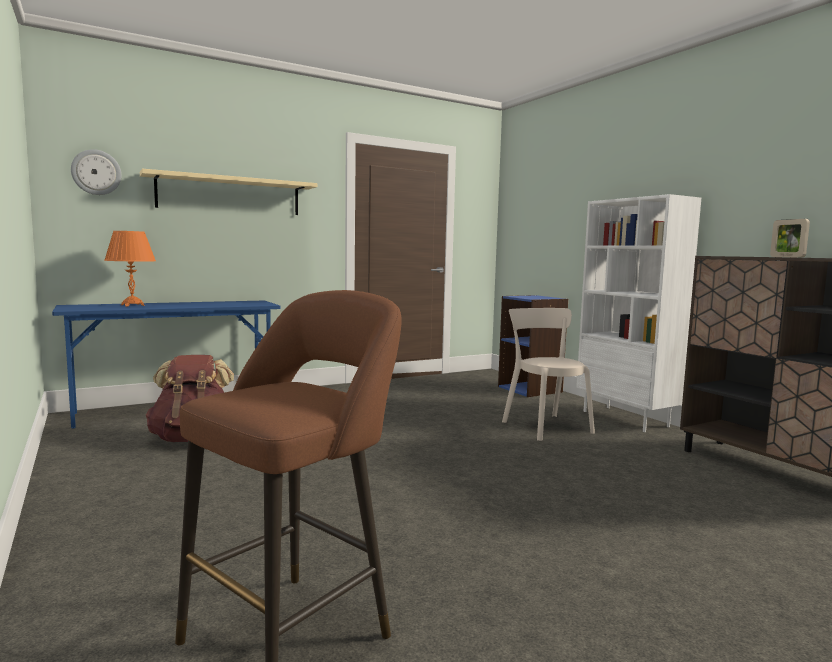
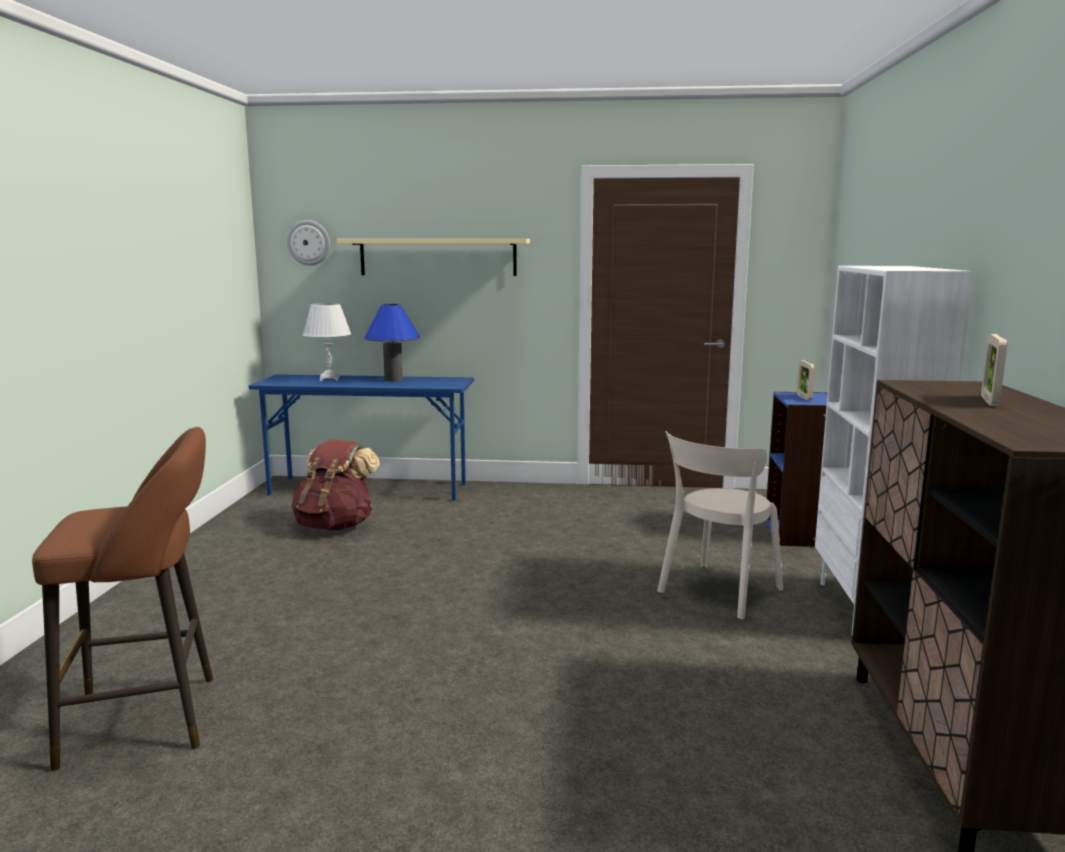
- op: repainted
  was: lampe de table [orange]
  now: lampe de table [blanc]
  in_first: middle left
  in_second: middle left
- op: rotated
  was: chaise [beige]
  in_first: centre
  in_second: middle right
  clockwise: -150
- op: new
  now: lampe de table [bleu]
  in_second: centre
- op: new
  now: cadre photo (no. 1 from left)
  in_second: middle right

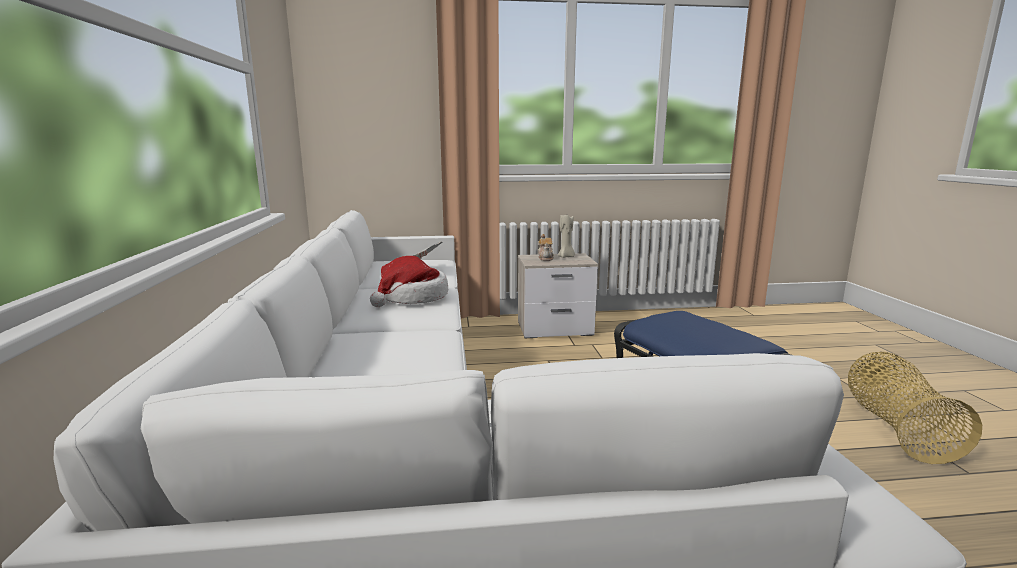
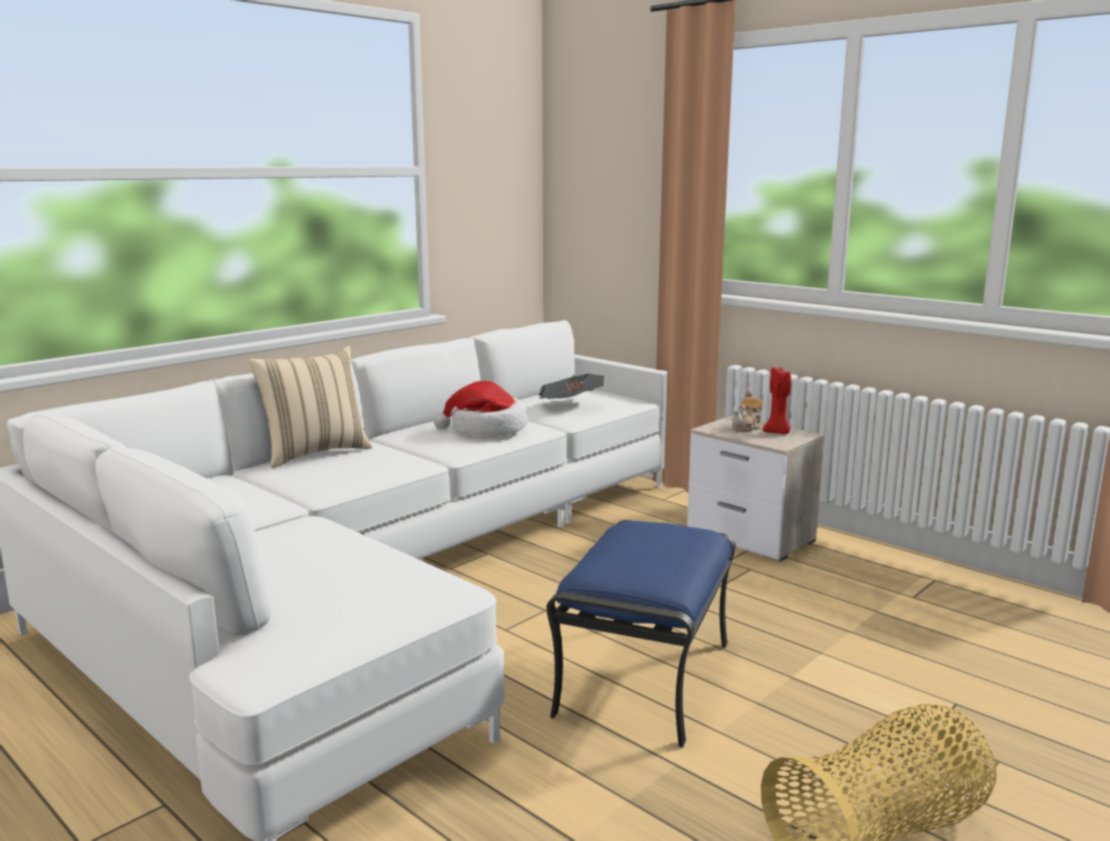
- op: repainted
  was: bougie [beige]
  now: bougie [rouge]
  in_first: centre
  in_second: middle right
- op: new
  now: coussin [beige]
  in_second: middle left

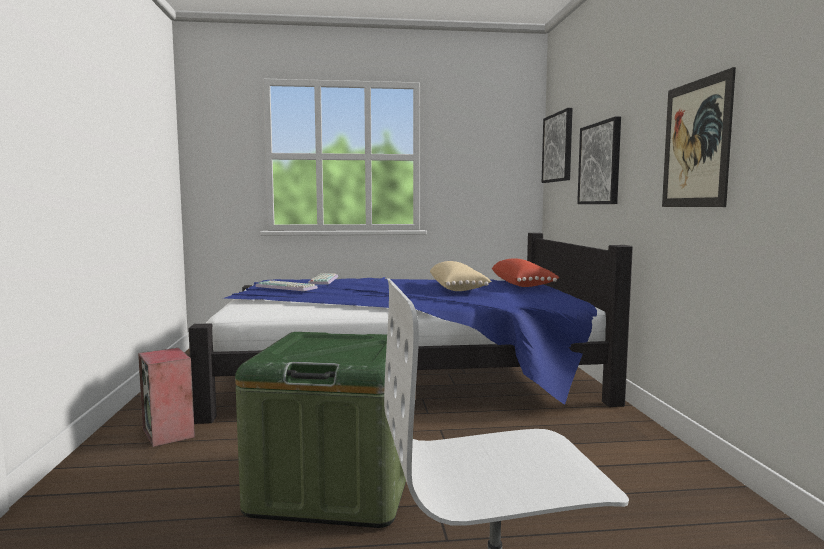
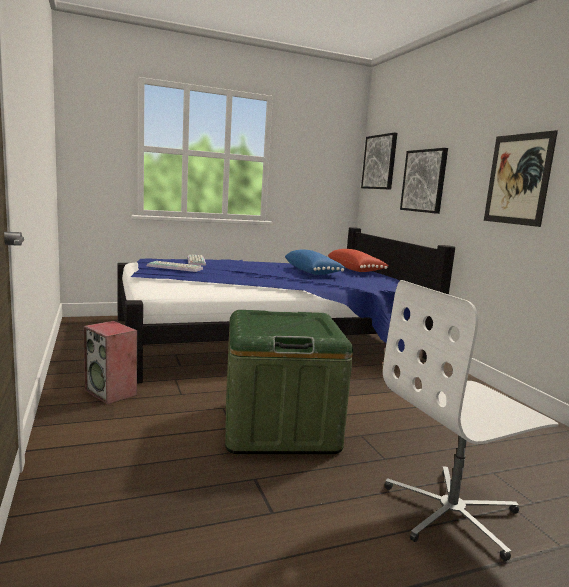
- op: repainted
  was: coussin [beige]
  now: coussin [bleu]
  in_first: centre
  in_second: centre

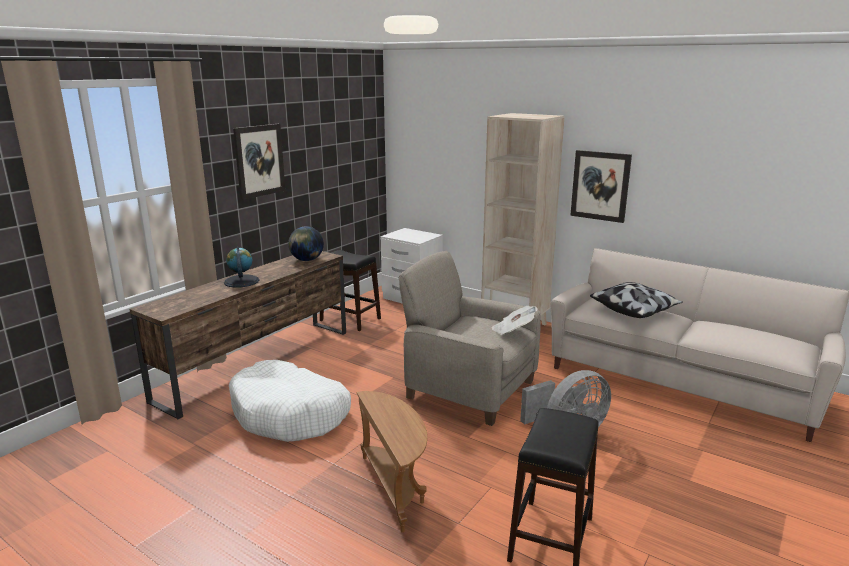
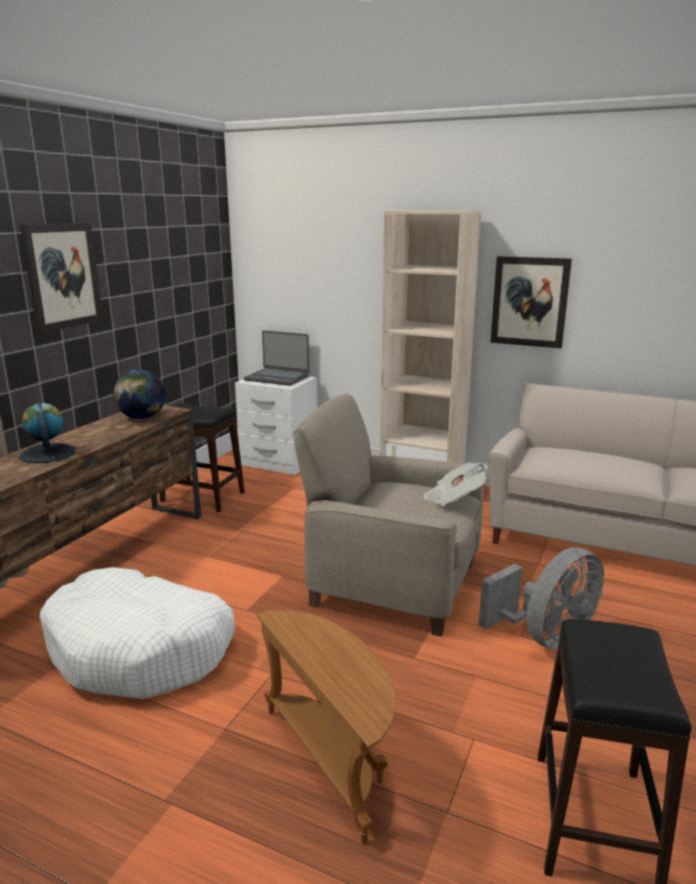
- op: gone
  was: coussin
  in_first: middle right
- op: new
  now: ordinateur portable
  in_second: centre

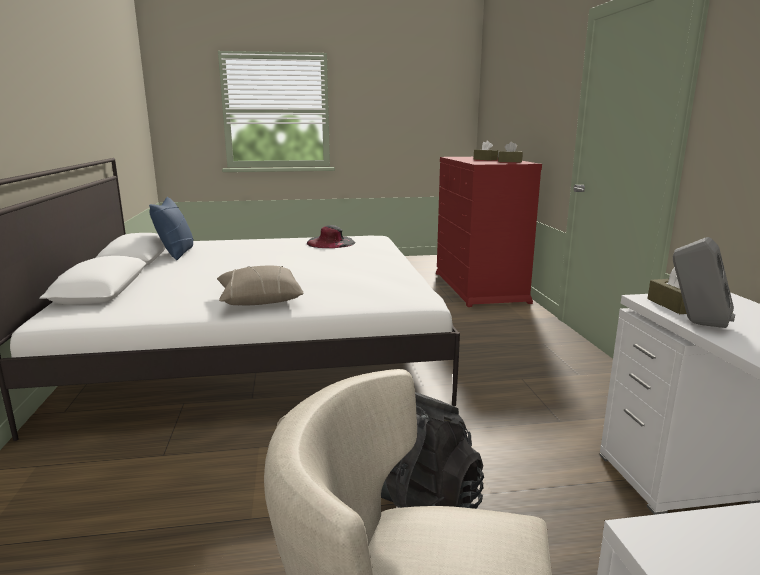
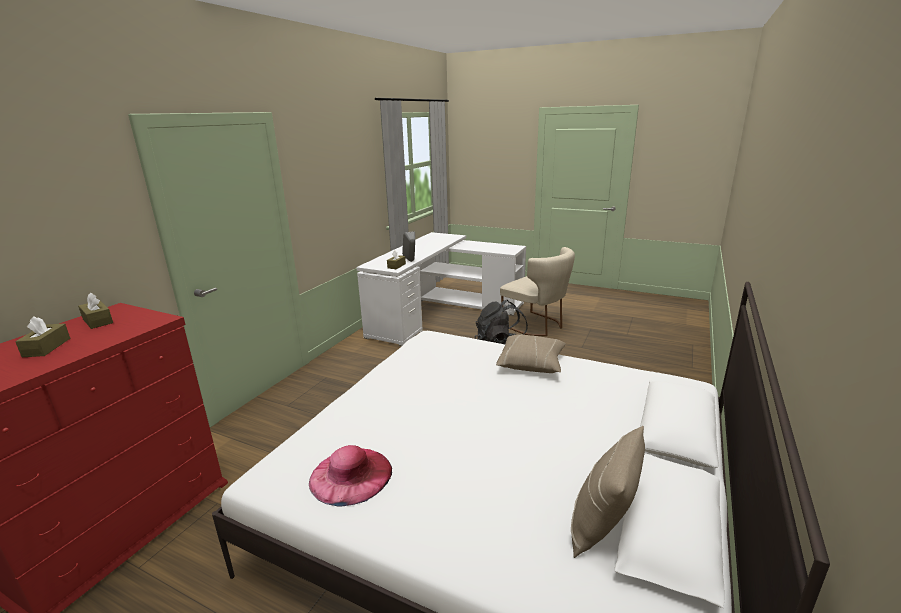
- op: repainted
  was: coussin [bleu]
  now: coussin [beige] (no. 2 from left)
  in_first: middle left
  in_second: bottom right
- op: repainted
  was: chapeau [noir]
  now: chapeau [rose]
  in_first: centre
  in_second: bottom centre

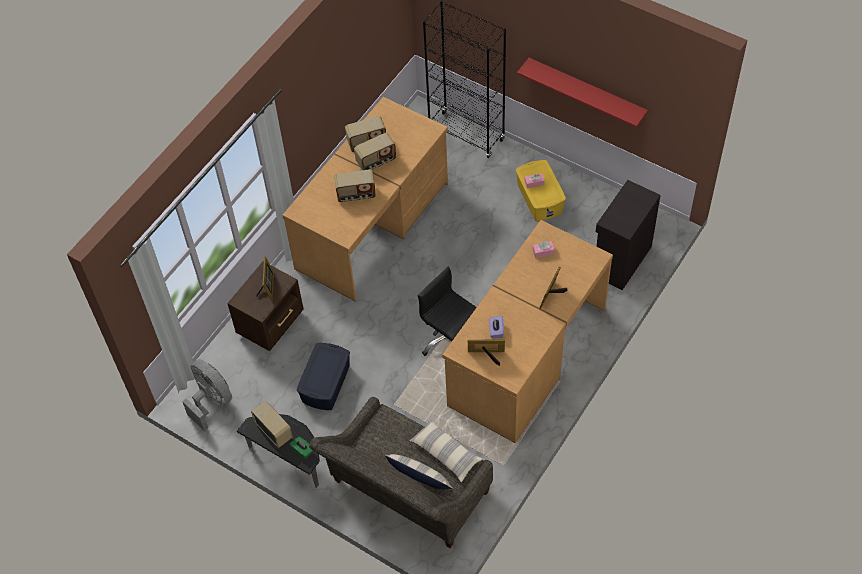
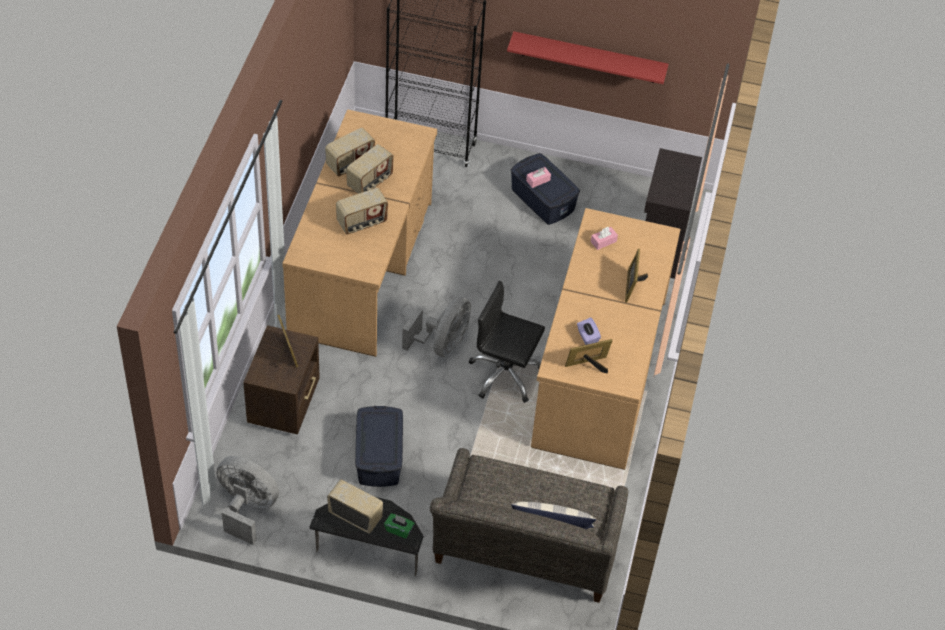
- op: gone
  was: coussin (no. 2 from left)
  in_first: bottom centre
- op: repainted
  was: boîte de rangement [jaune]
  now: boîte de rangement [bleu] (no. 2 from left)
  in_first: top centre
  in_second: top centre
- op: new
  now: ventilateur [gris] (no. 2 from left)
  in_second: centre

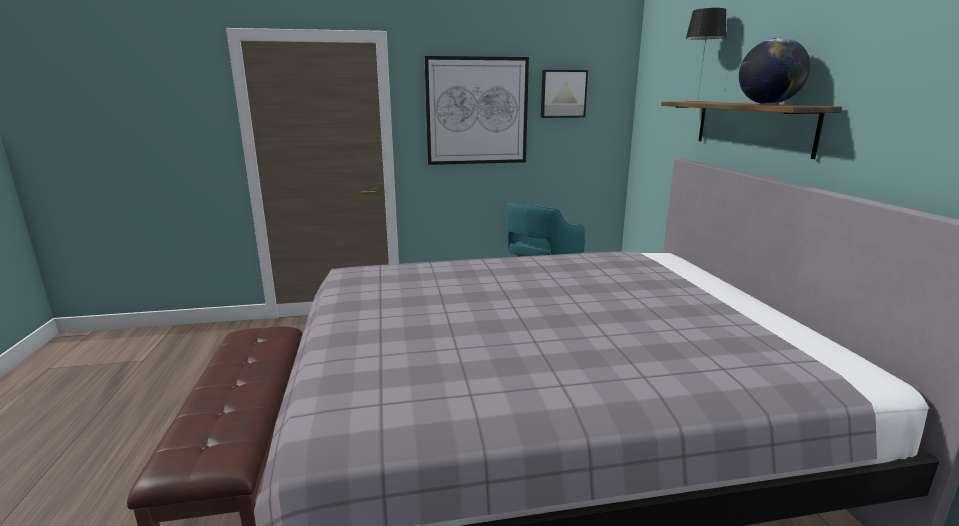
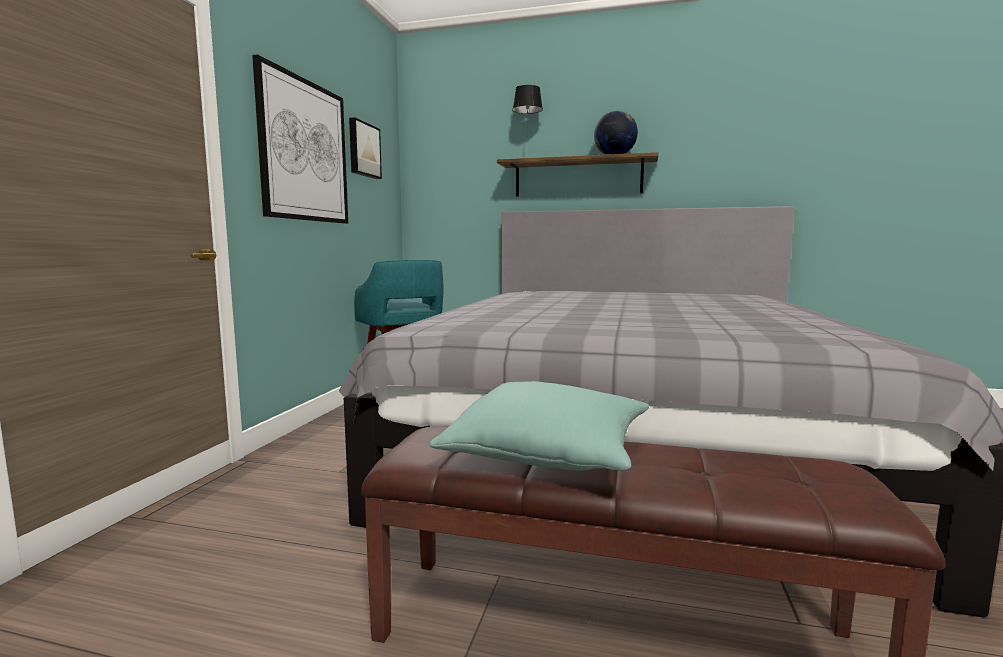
- op: new
  now: coussin [turquoise]
  in_second: centre

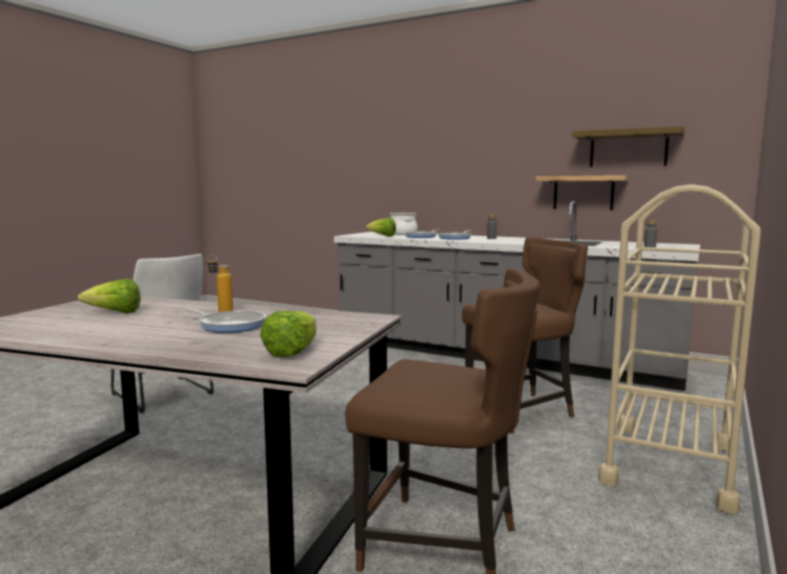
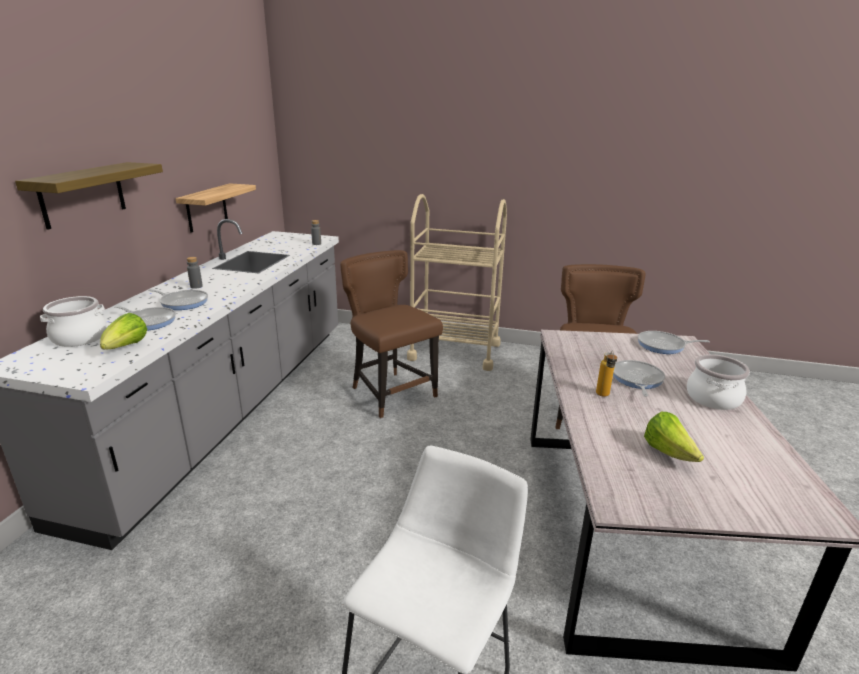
- op: swapped
  was: laitue (no. 2 from left)
  now: poêle (no. 4 from left)
  in_first: centre
  in_second: middle right
- op: shifted
  was: étagère (no. 2 from left in the first image)
  now: étagère (no. 1 from left)
  in_first: top right
  in_second: top left
- op: new
  now: marmite (no. 2 from left)
  in_second: middle right

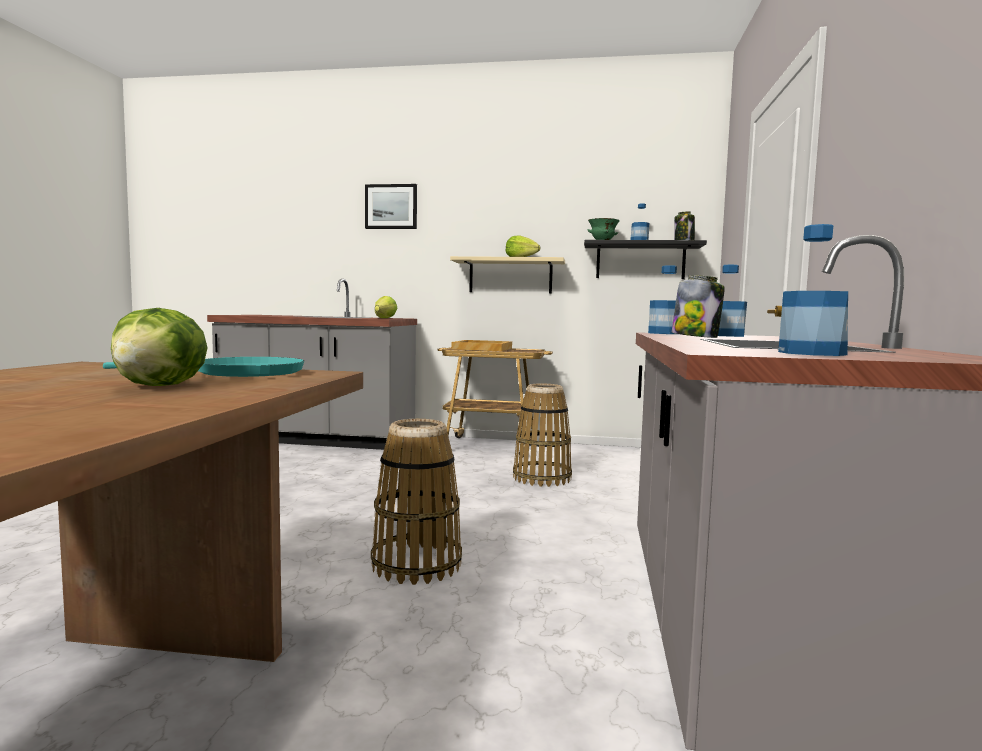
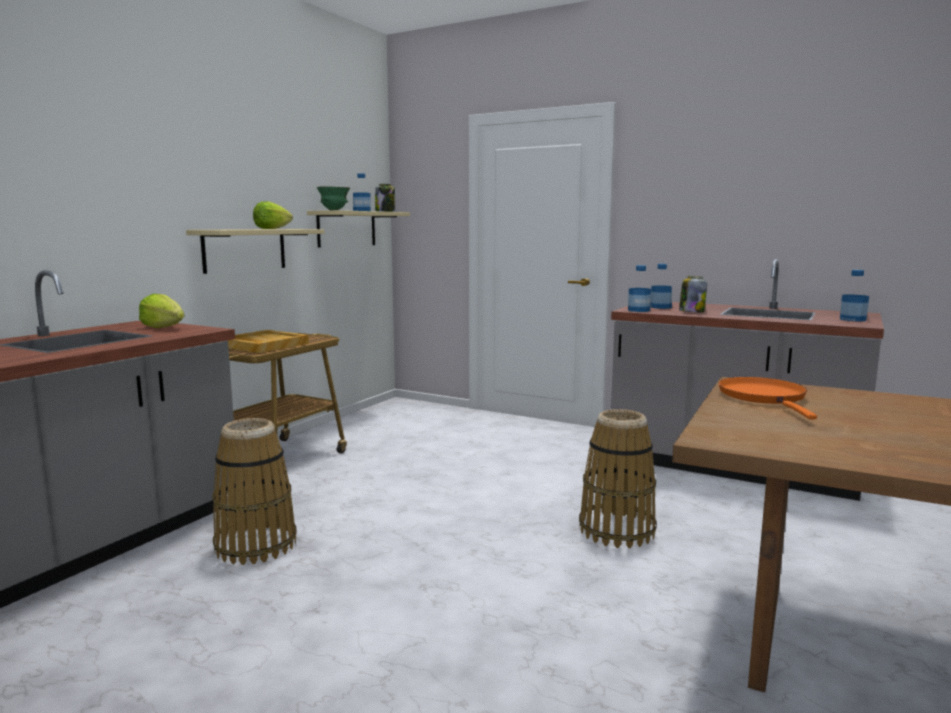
- op: repainted
  was: poêle [turquoise]
  now: poêle [orange]
  in_first: middle left
  in_second: middle right
- op: gone
  was: laitue (no. 1 from left)
  in_first: middle left
- op: gone
  was: tableau
  in_first: top centre
- op: shifted
  was: panier (no. 2 from left in the first image)
  now: panier (no. 1 from left)
  in_first: centre
  in_second: bottom left
- op: repainted
  was: étagère [noir]
  now: étagère [beige] (no. 2 from left)
  in_first: centre
  in_second: top centre

